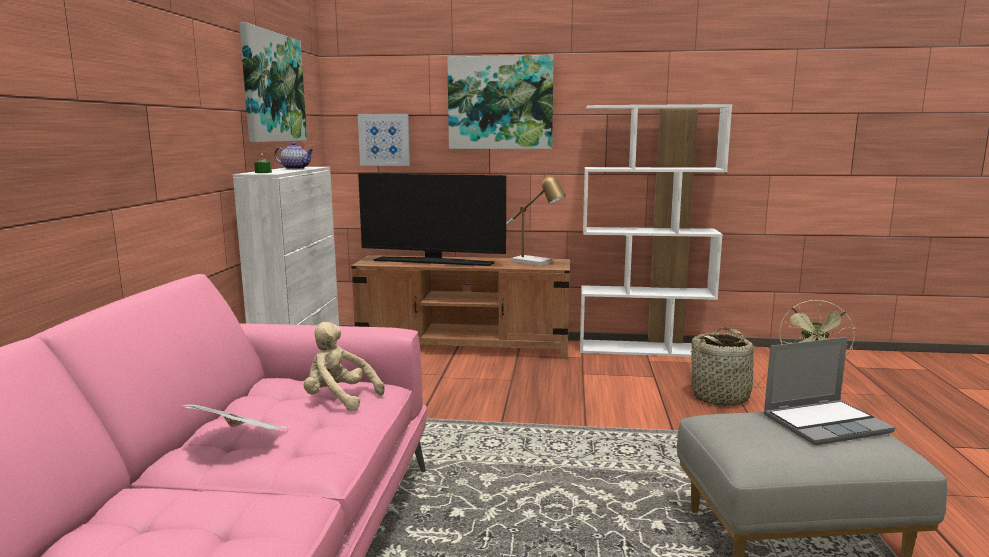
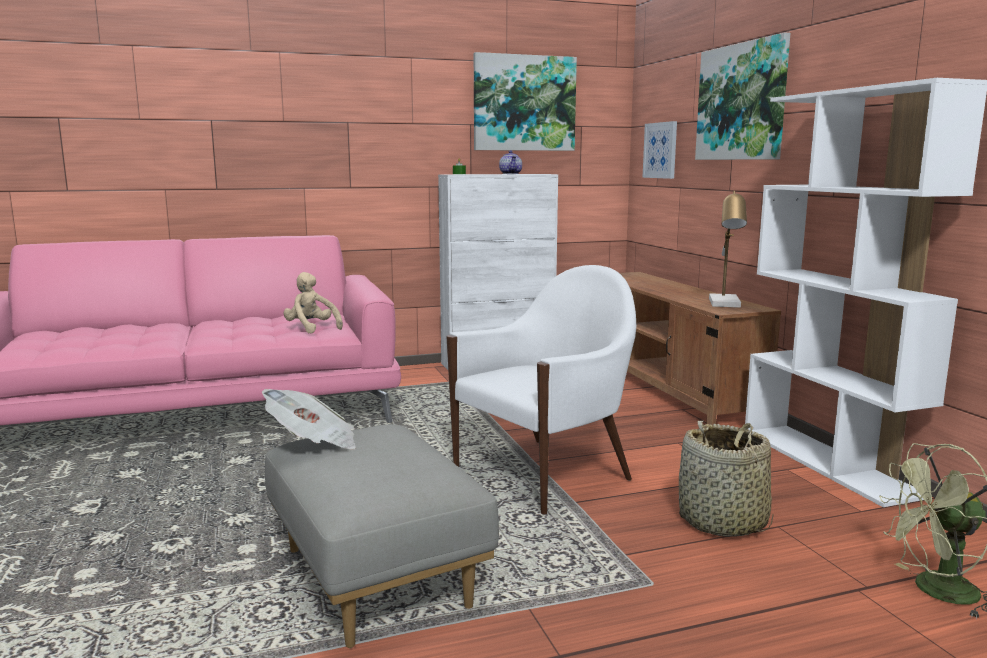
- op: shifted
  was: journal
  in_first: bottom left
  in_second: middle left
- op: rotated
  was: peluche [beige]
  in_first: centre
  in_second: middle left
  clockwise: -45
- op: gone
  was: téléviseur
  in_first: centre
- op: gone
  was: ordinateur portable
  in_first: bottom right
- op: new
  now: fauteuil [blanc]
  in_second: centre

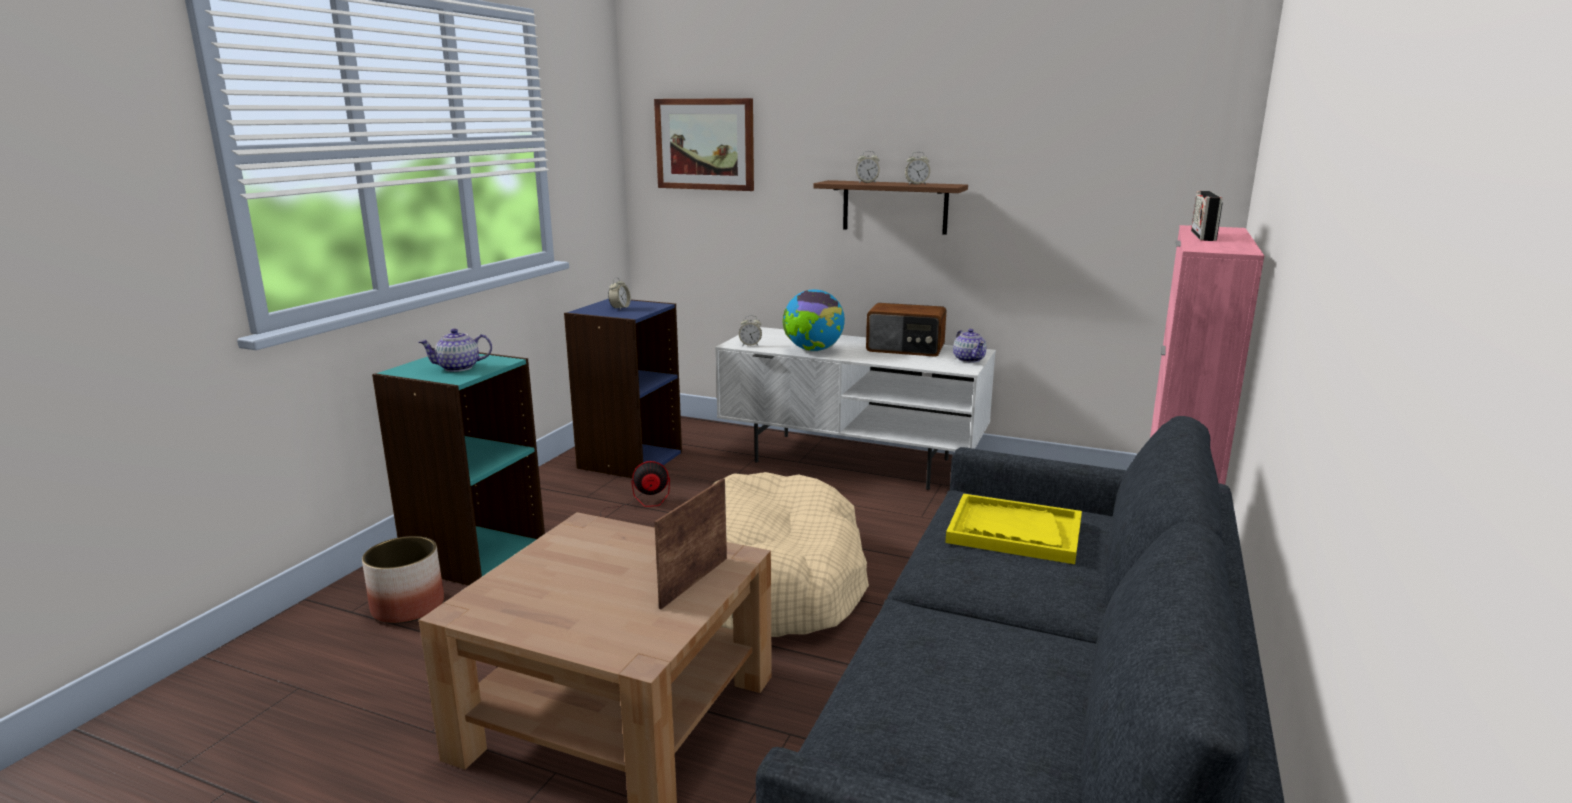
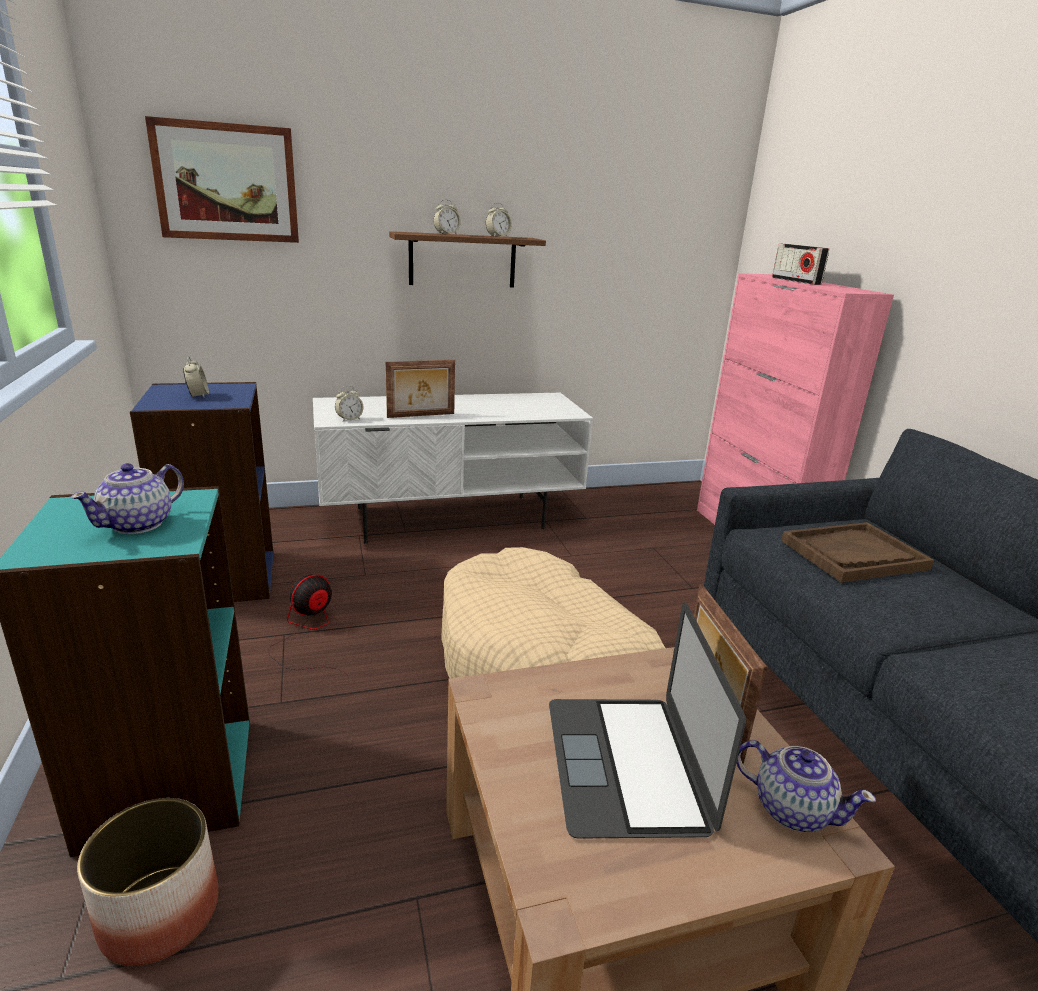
- op: swapped
  was: globe
  now: cadre photo (no. 1 from left)
  in_first: centre
  in_second: centre
- op: gone
  was: radio (no. 1 from left)
  in_first: centre
- op: repainted
  was: plateau [jaune]
  now: plateau [marron]
  in_first: centre
  in_second: middle right
- op: shifted
  was: théière (no. 2 from left)
  in_first: centre
  in_second: bottom right
- op: new
  now: ordinateur portable
  in_second: bottom centre

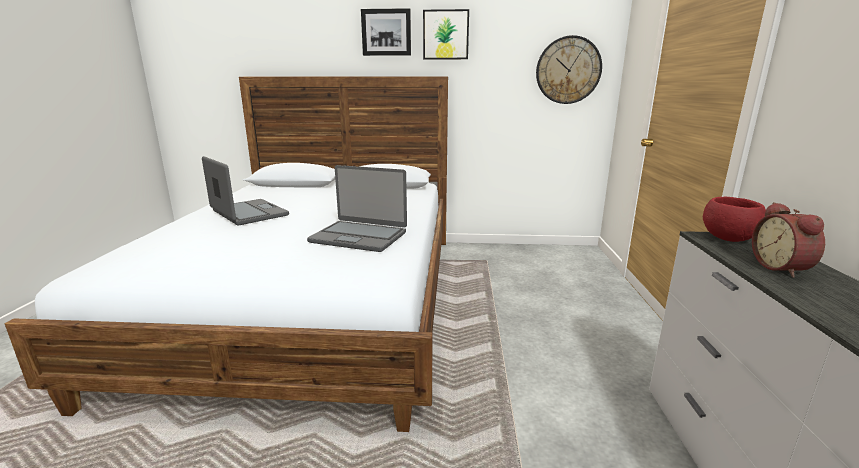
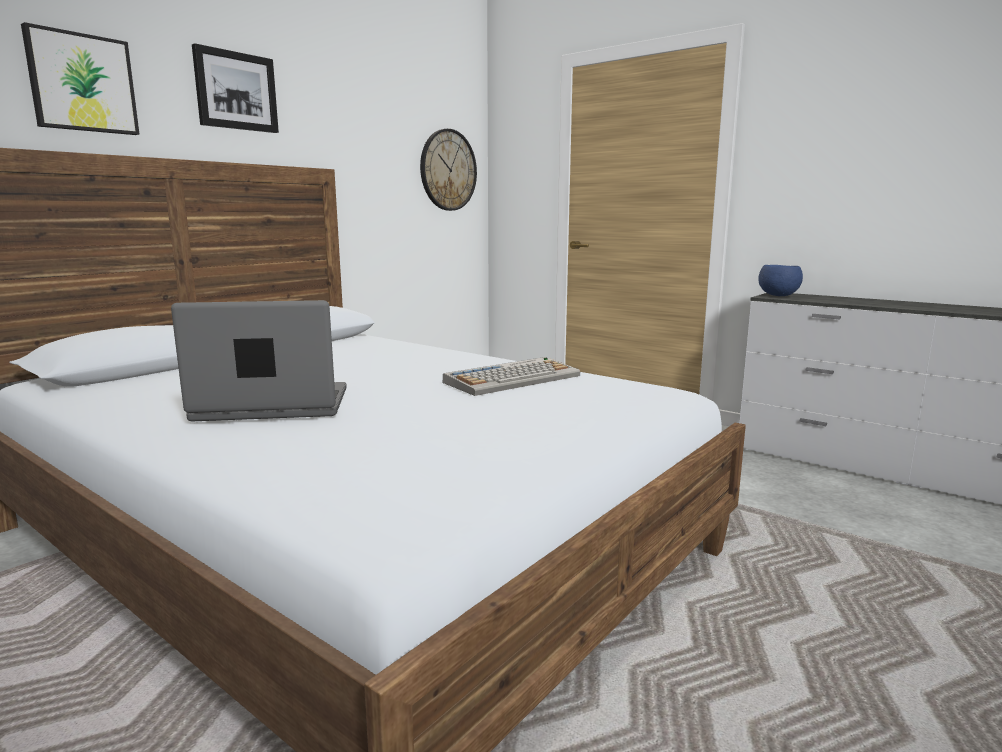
- op: swapped
  was: ordinateur portable (no. 2 from left)
  now: clavier
  in_first: centre
  in_second: centre
- op: shifted
  was: tableau (no. 2 from left in the first image)
  now: tableau (no. 1 from left)
  in_first: top centre
  in_second: top left
- op: repainted
  was: bol [rouge]
  now: bol [bleu]
  in_first: middle right
  in_second: middle right
- op: gone
  was: réveil
  in_first: middle right

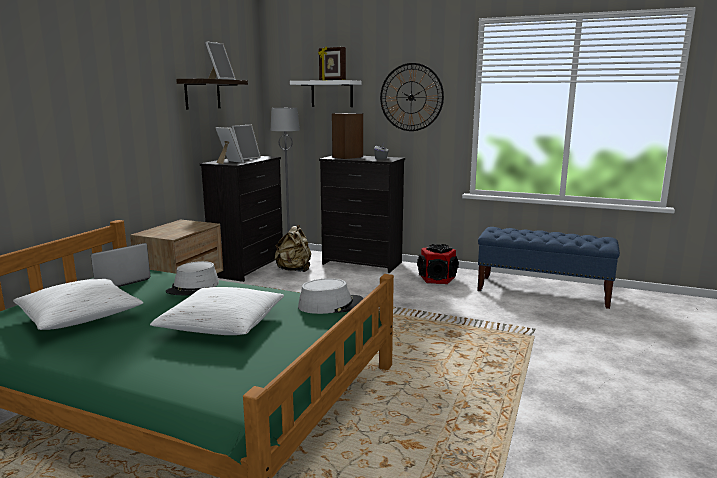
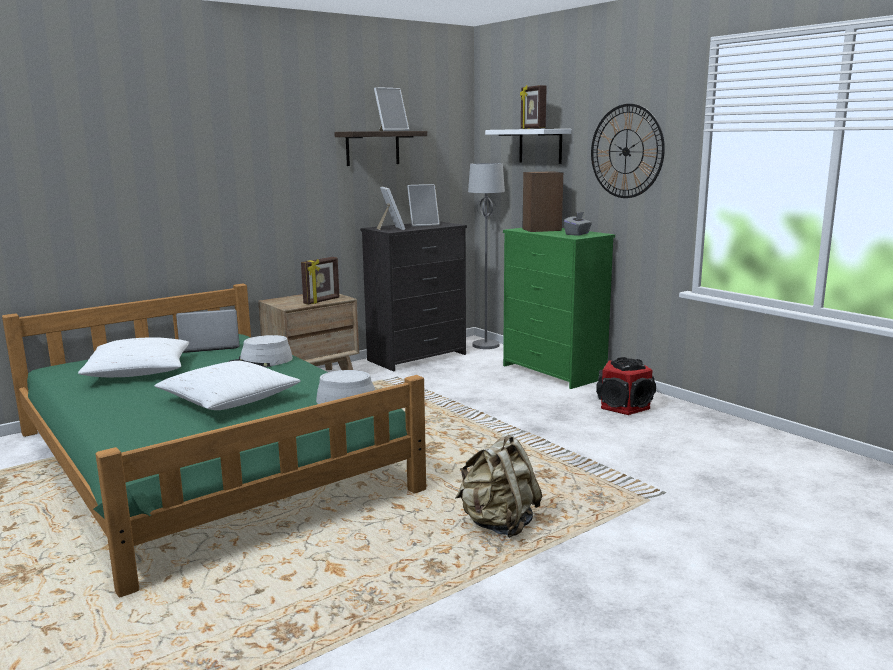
- op: shifted
  was: sac à dos [beige]
  in_first: centre
  in_second: bottom centre
- op: repainted
  was: commode [noir] (no. 2 from left)
  now: commode [vert]
  in_first: centre
  in_second: centre
- op: gone
  was: banc [bleu]
  in_first: middle right
- op: new
  now: cadre photo (no. 1 from left)
  in_second: centre

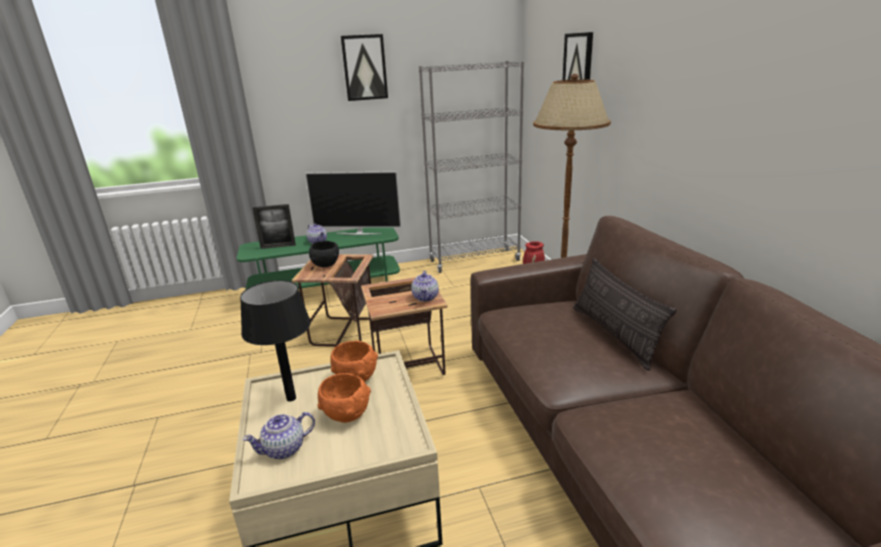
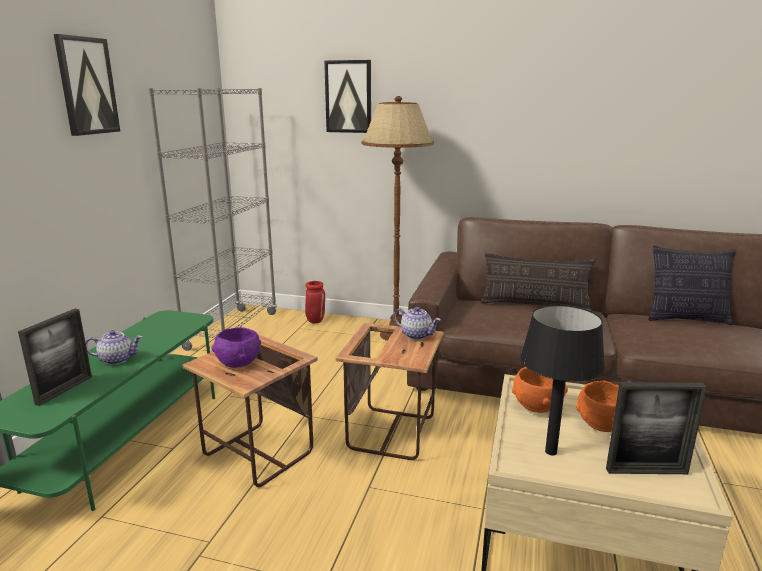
- op: swapped
  was: théière (no. 1 from left)
  now: cadre photo (no. 2 from left)
  in_first: bottom left
  in_second: bottom right
- op: gone
  was: téléviseur
  in_first: centre
- op: repainted
  was: bol [noir]
  now: bol [violet]
  in_first: centre
  in_second: middle left
- op: new
  now: coussin (no. 2 from left)
  in_second: middle right

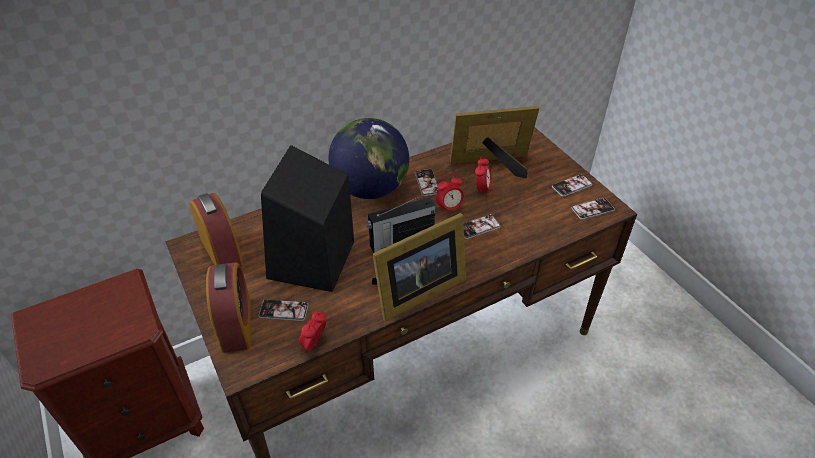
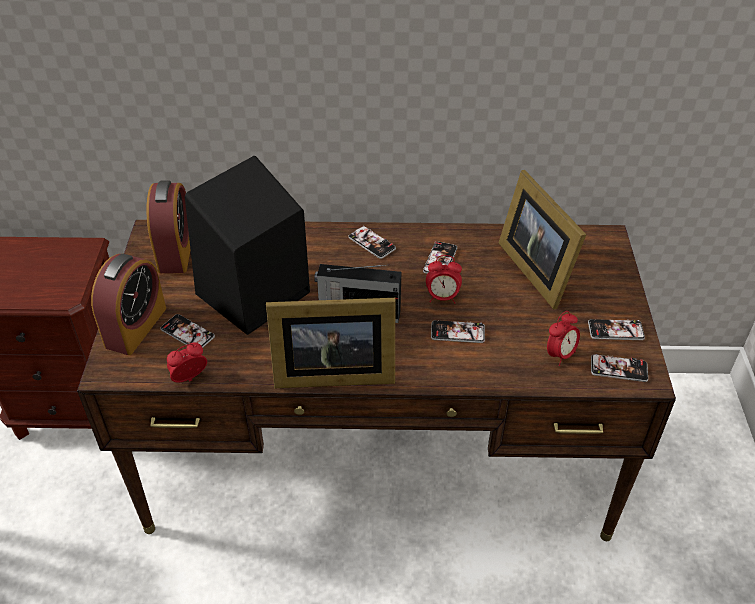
- op: swapped
  was: globe
  now: téléphone (no. 2 from left)
  in_first: centre
  in_second: centre
- op: rotated
  was: cadre photo (no. 2 from left)
  in_first: top centre
  in_second: middle right
  clockwise: -135
- op: shifted
  was: réveil (no. 5 from left)
  in_first: centre
  in_second: middle right

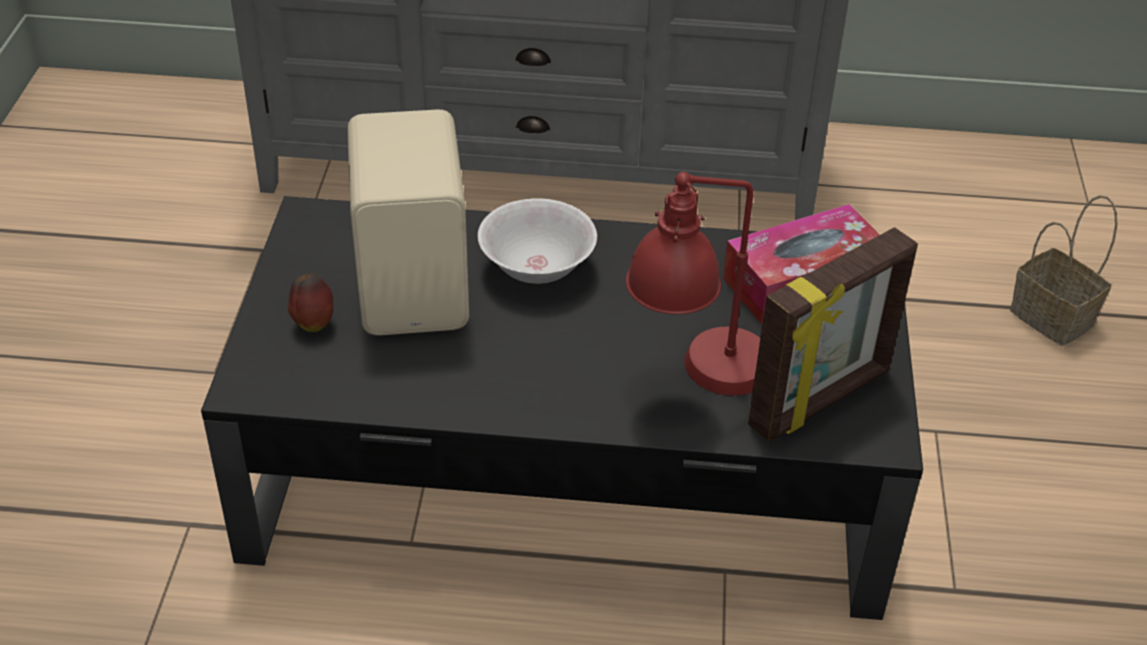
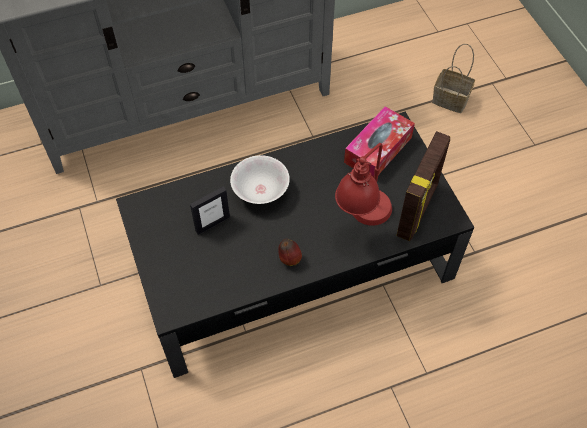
- op: shifted
  was: pomme
  in_first: middle left
  in_second: centre
- op: swapped
  was: enceinte [beige]
  now: cadre photo (no. 1 from left)
  in_first: centre
  in_second: centre

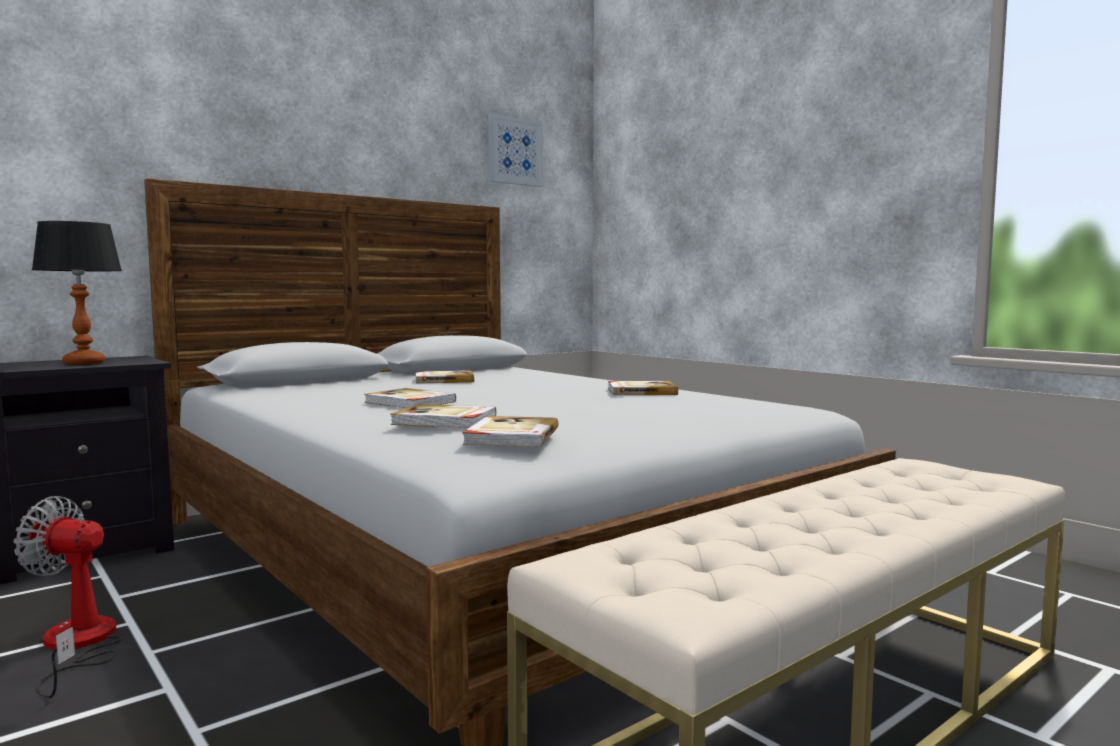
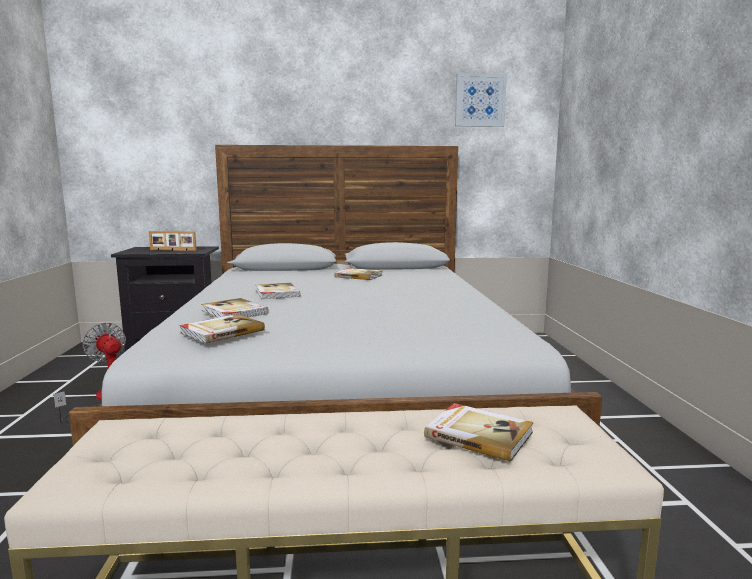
- op: swapped
  was: lampe de table
  now: cadre photo
  in_first: middle left
  in_second: middle left
- op: shifted
  was: livre (no. 5 from left)
  in_first: centre
  in_second: bottom centre

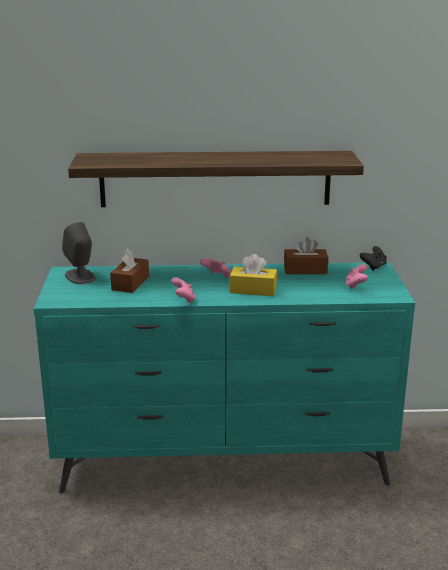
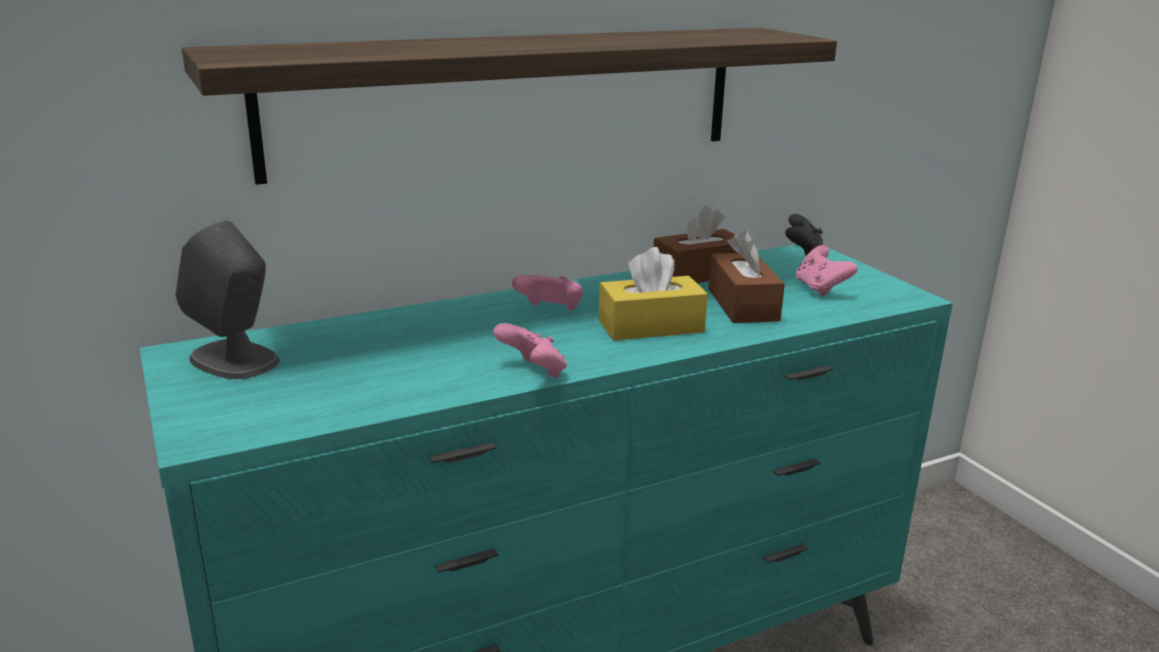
- op: shifted
  was: boîte à mouchoirs [marron] (no. 1 from left in the first image)
  now: boîte à mouchoirs [marron] (no. 2 from left)
  in_first: middle left
  in_second: centre

